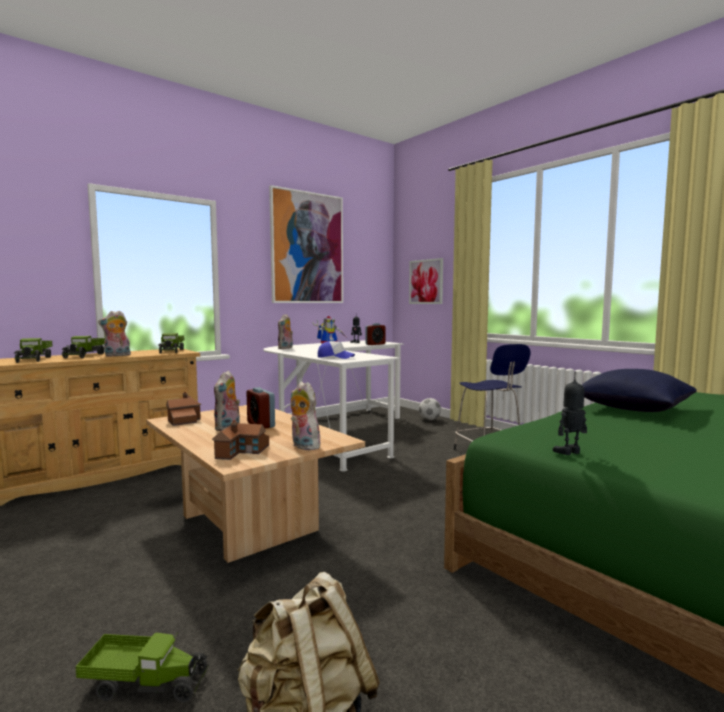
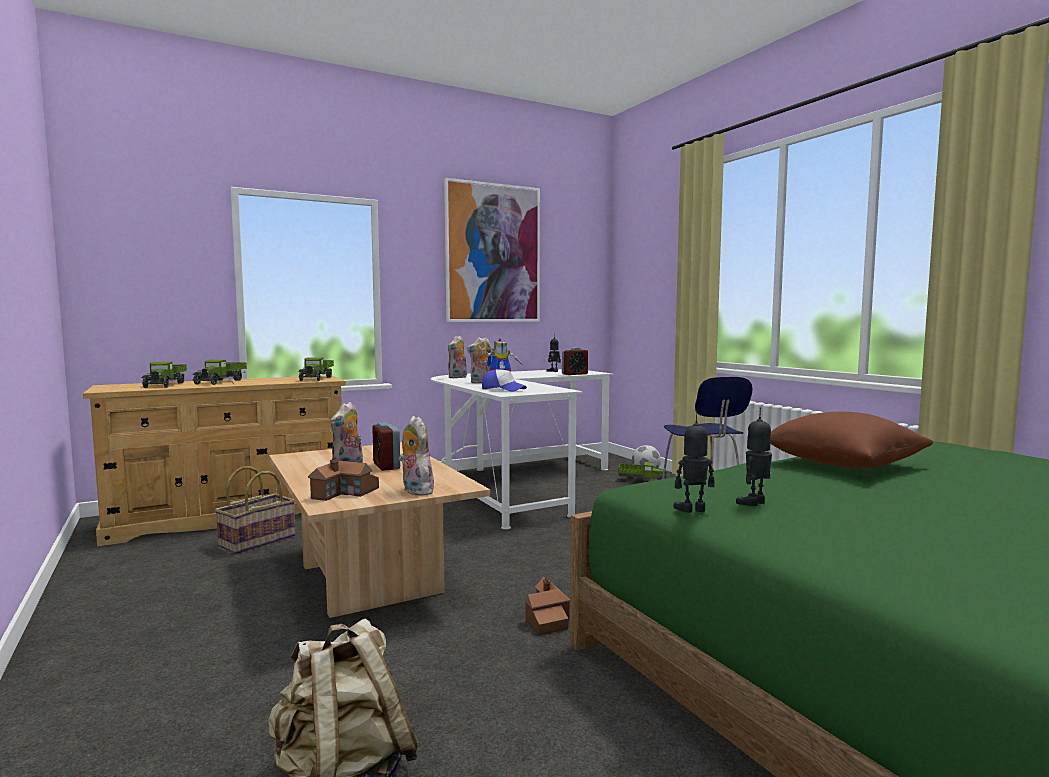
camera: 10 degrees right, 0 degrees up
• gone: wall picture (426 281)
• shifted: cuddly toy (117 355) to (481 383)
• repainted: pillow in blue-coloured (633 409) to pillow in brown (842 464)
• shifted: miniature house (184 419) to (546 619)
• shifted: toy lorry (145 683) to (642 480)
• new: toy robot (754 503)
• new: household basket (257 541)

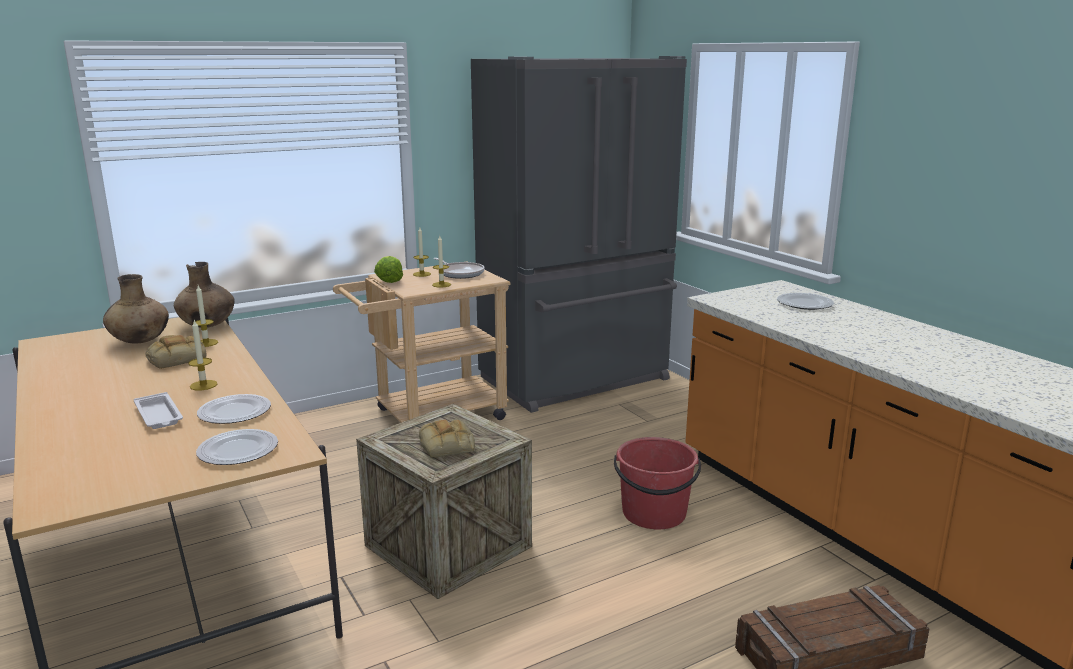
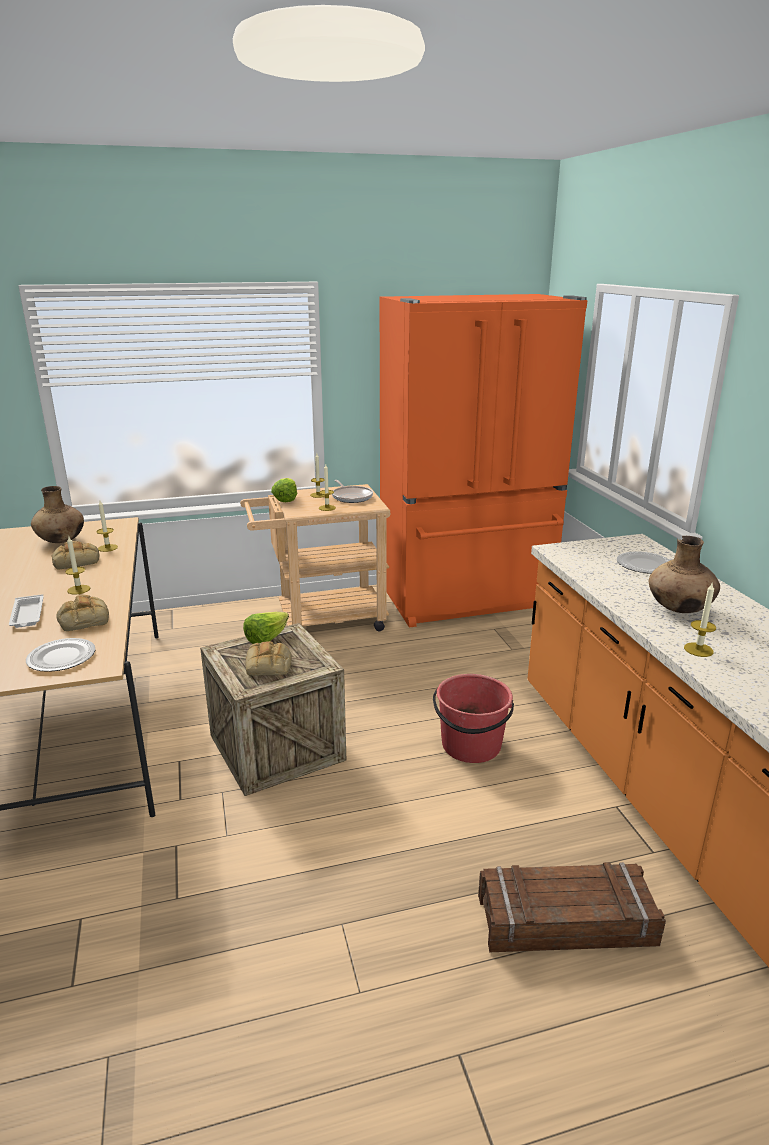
camera: 15 degrees right, 5 degrees up
• repainted: fridge in gray (577 380) to fridge in orangey (467 599)
• shifted: flower vase in brown (208 326) to (679 609)
• swapped: dinner plate (233 412) to bakery bread (83 619)
• new: wax candle (698 649)
• new: head of lettuce (266 639)

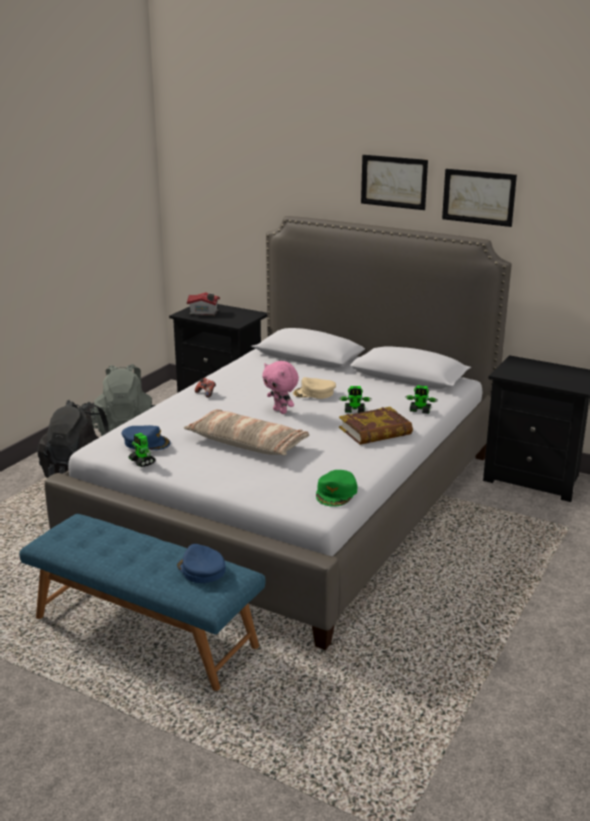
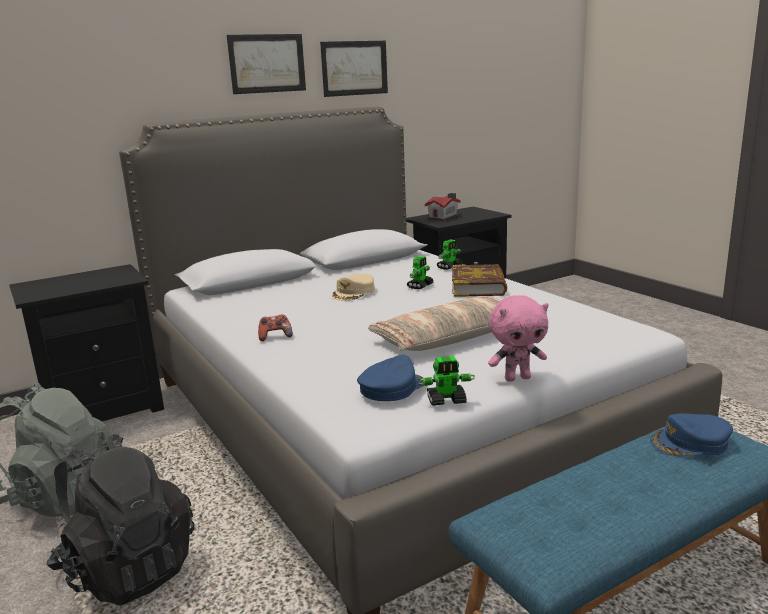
camera: 60 degrees left, 5 degrees down
• shifted: miniature house (204 313) to (444 217)
• shifted: cuddly toy in pinkish (281 411) to (517 378)
• gone: baseball cap in green (336 493)

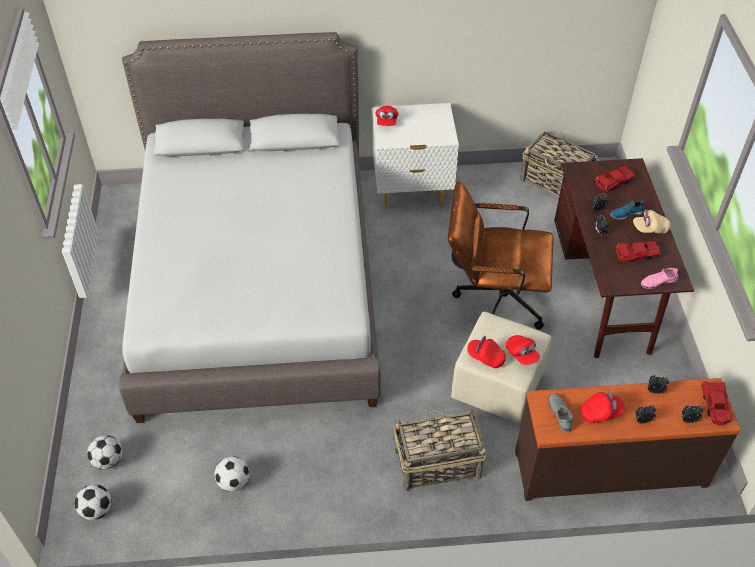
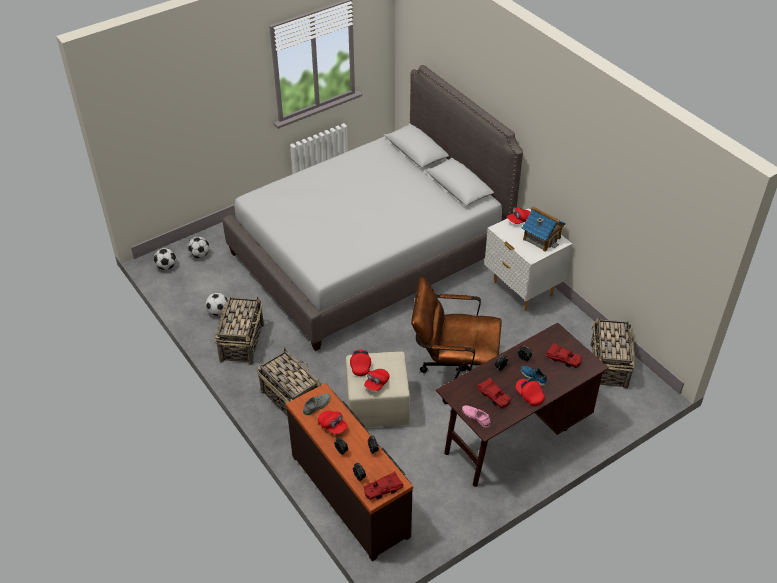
camera: 60 degrees right, 5 degrees down
• rotated: desk chair in brown (492 299) = (453 374) 60 degrees counterclockwise
• repainted: baseball cap in beige-coloured (650 228) to baseball cap in red-coloured (529 395)
• new: miniature house (541 238)
• new: household basket (242 342)

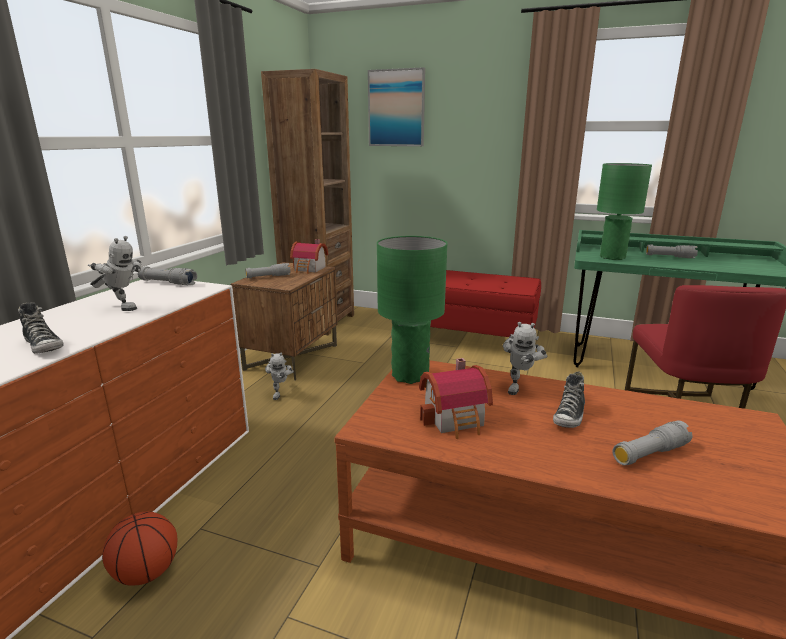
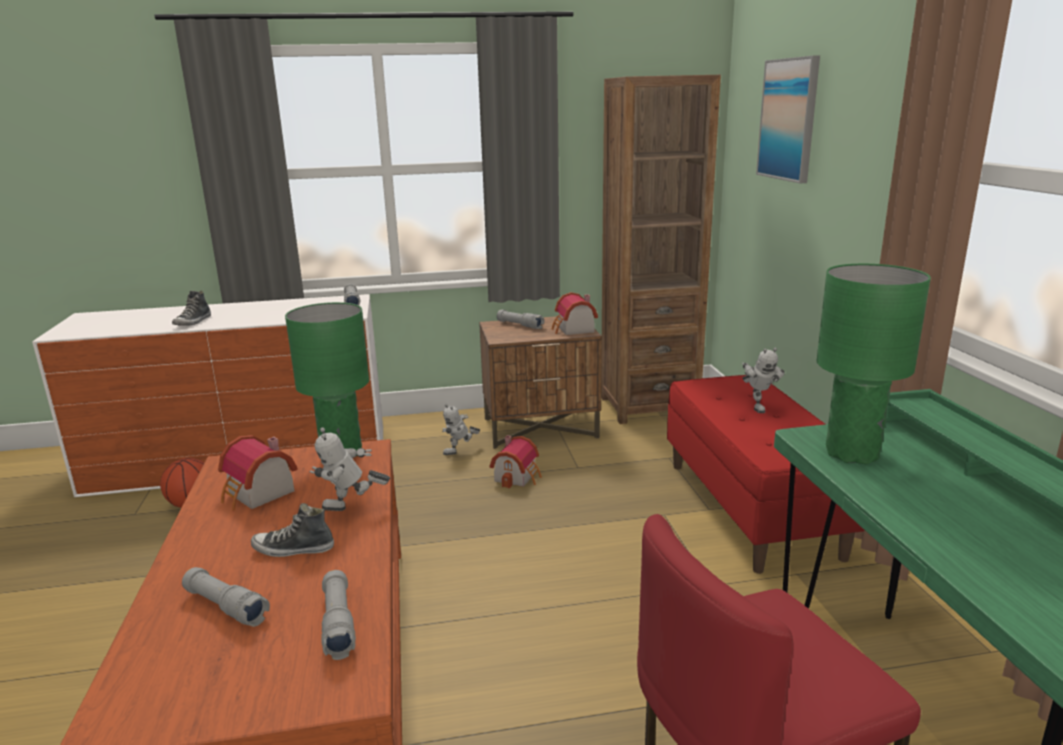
camera: 60 degrees right, 0 degrees up
• shifted: toy robot (122 307) to (757 406)
• shifted: flashlight in gray (669 257) to (338 623)
• new: miniature house (518 476)

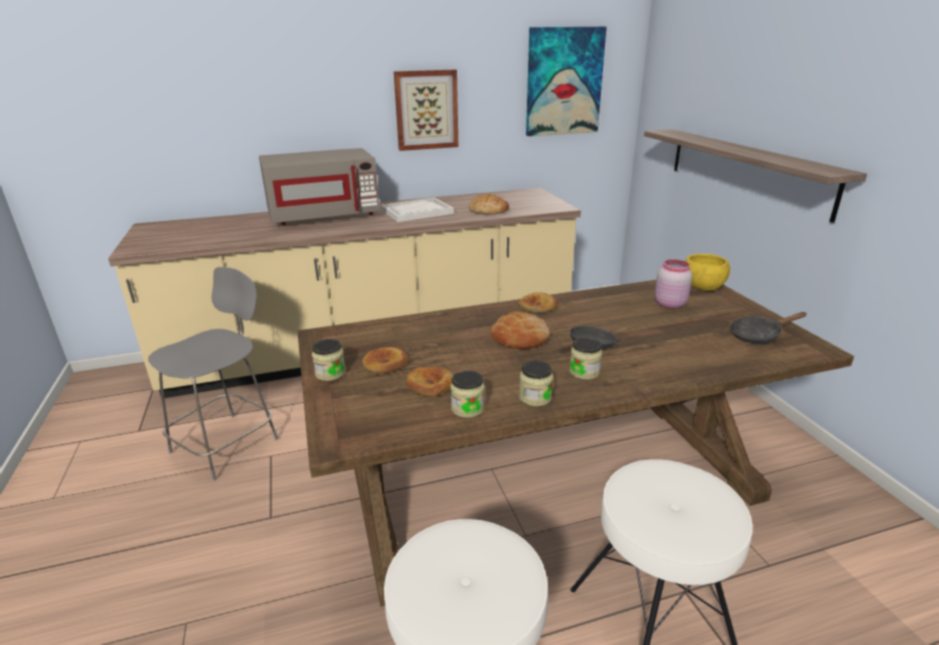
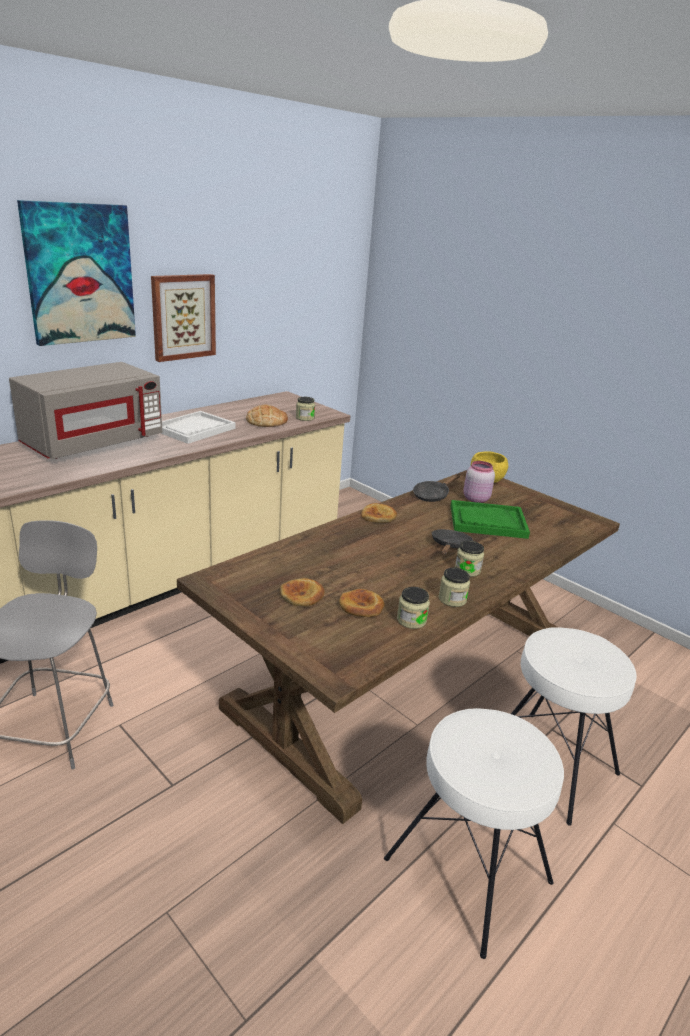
camera: 30 degrees left, 0 degrees up
• shifted: wall picture (564 82) to (80 274)
• gone: wall shelf (746 170)
• gone: bakery bread (520 337)
• shifted: frying pan in blackish (758 335) to (433 495)
• shifted: storage jar (330 373) to (305 418)
• new: serving tray in green (487 521)

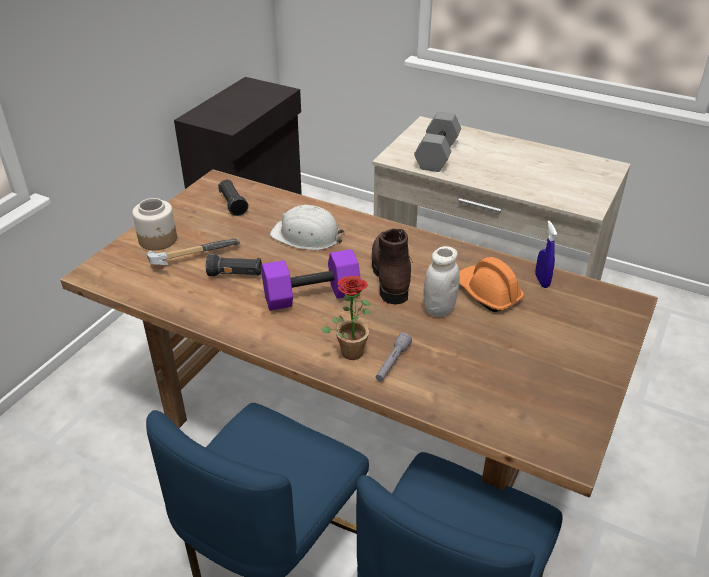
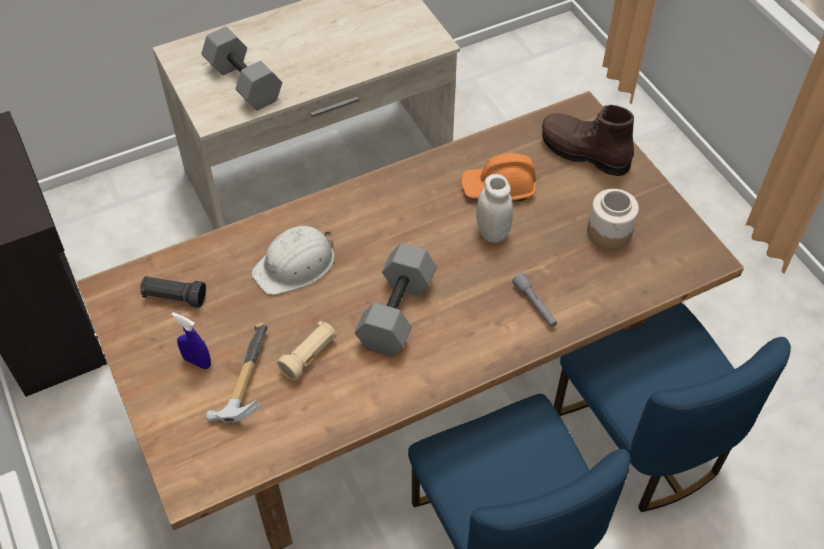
camera: 55 degrees left, 15 degrees up
• shifted: storage jar (158 240) to (609 232)
• shifted: hand sprayer in blue-coloured (542 281) to (197 362)
• shifted: high-top boot in brown (390 275) to (583 152)
• repainted: hand weight in purple-coloured (311 297) to hand weight in gray (398 313)
• repainted: flashlight in blackish (235 275) to flashlight in beige-coloured (309 356)
• gone: potted plant (351 349)

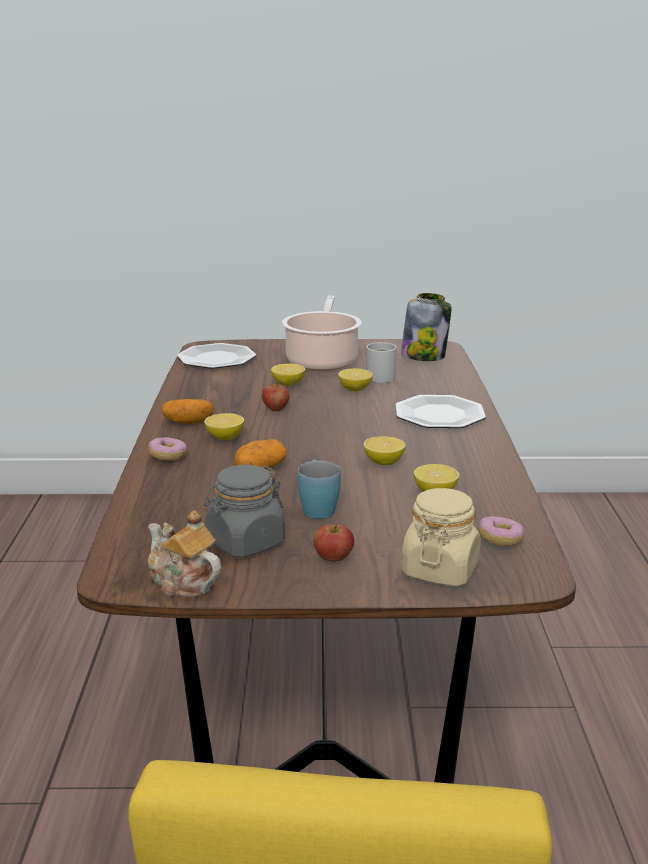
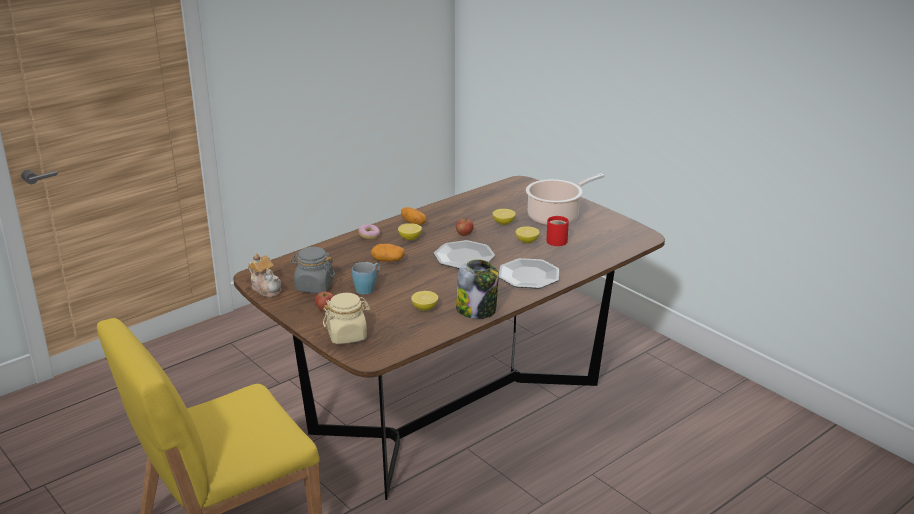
camera: 50 degrees right, 5 degrees up
• shifted: storage jar (424 356) to (477 310)
• repainted: tea mug in white (380 377) to tea mug in red-coloured (558 241)
• shifted: dinner plate (217 359) to (464 257)
• gone: citrus fruit (383 462)
• rotated: teapot (182 582) = (266 288) 135 degrees clockwise
• gone: doughnut (500 540)

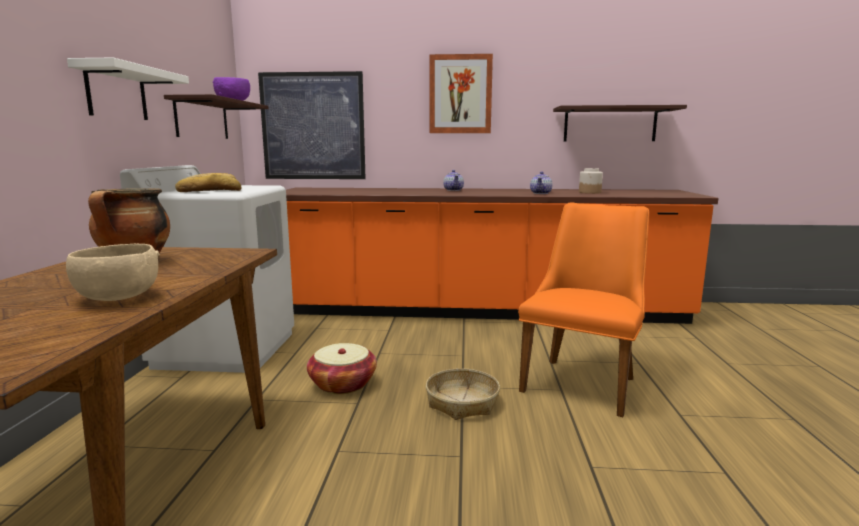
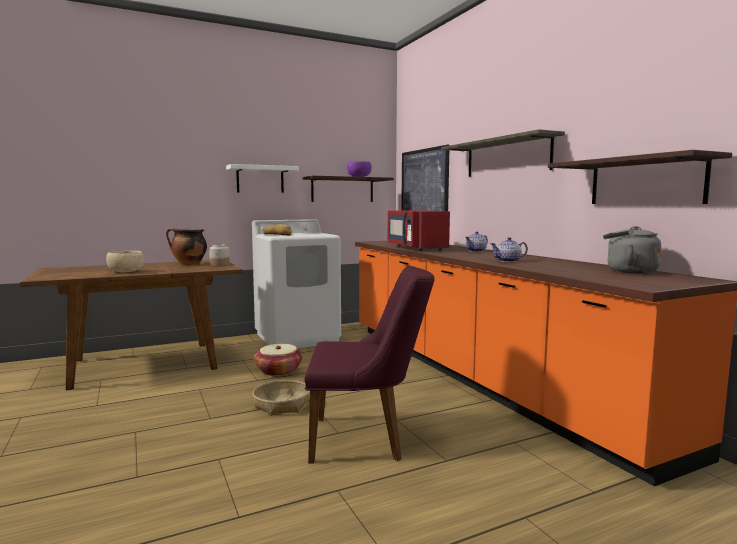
camera: 60 degrees right, 5 degrees down
• swapped: wall picture (460 94) to wall shelf (507 157)
• shifted: storage jar (590 192) to (220 265)
• repainted: chair in orangey (583 380) to chair in purple-coloured (367 439)
• new: kitchen microwave in red-coloured (415 248)
• new: tea kettle in gray (628 271)

